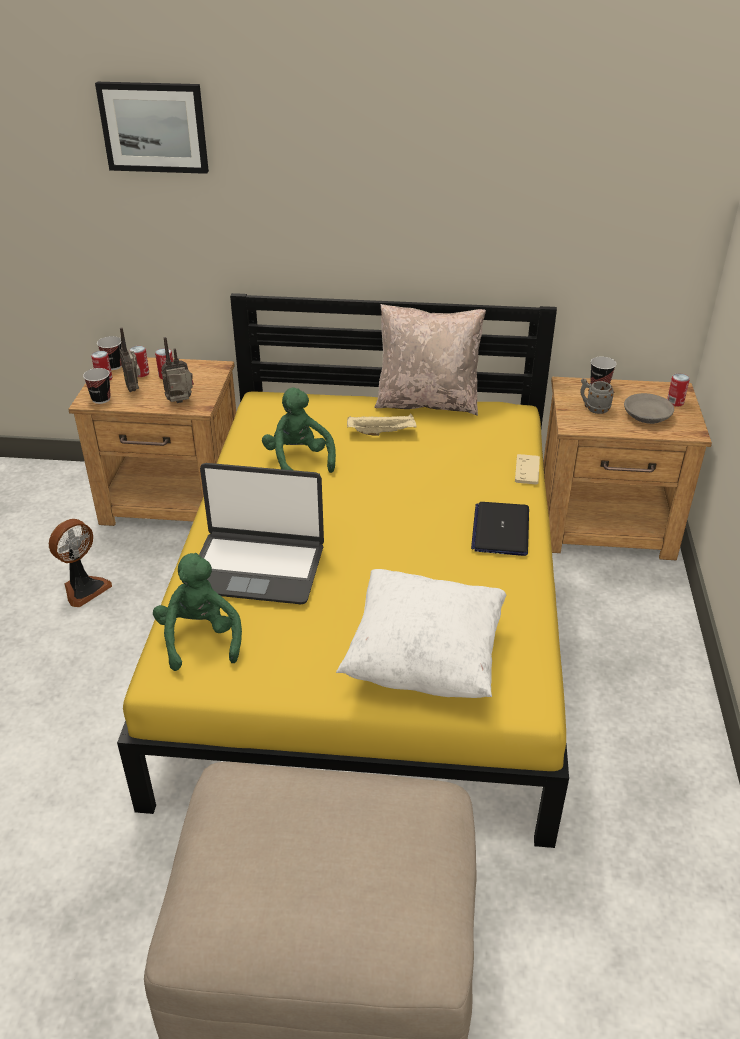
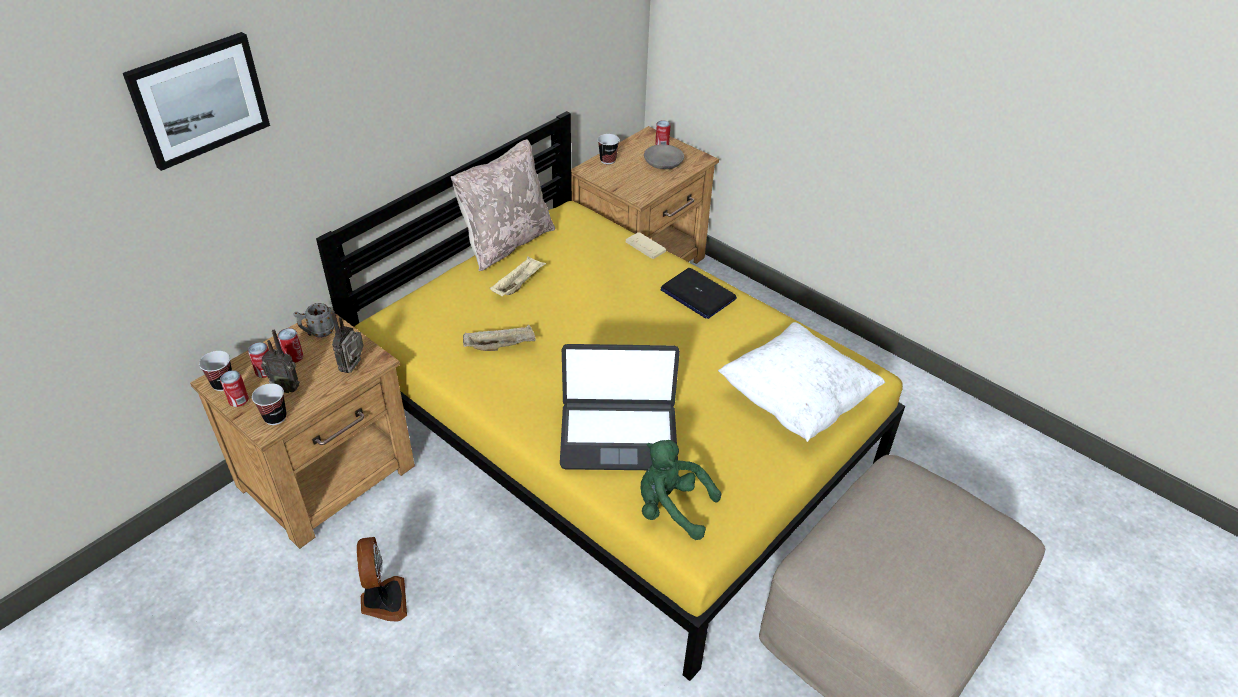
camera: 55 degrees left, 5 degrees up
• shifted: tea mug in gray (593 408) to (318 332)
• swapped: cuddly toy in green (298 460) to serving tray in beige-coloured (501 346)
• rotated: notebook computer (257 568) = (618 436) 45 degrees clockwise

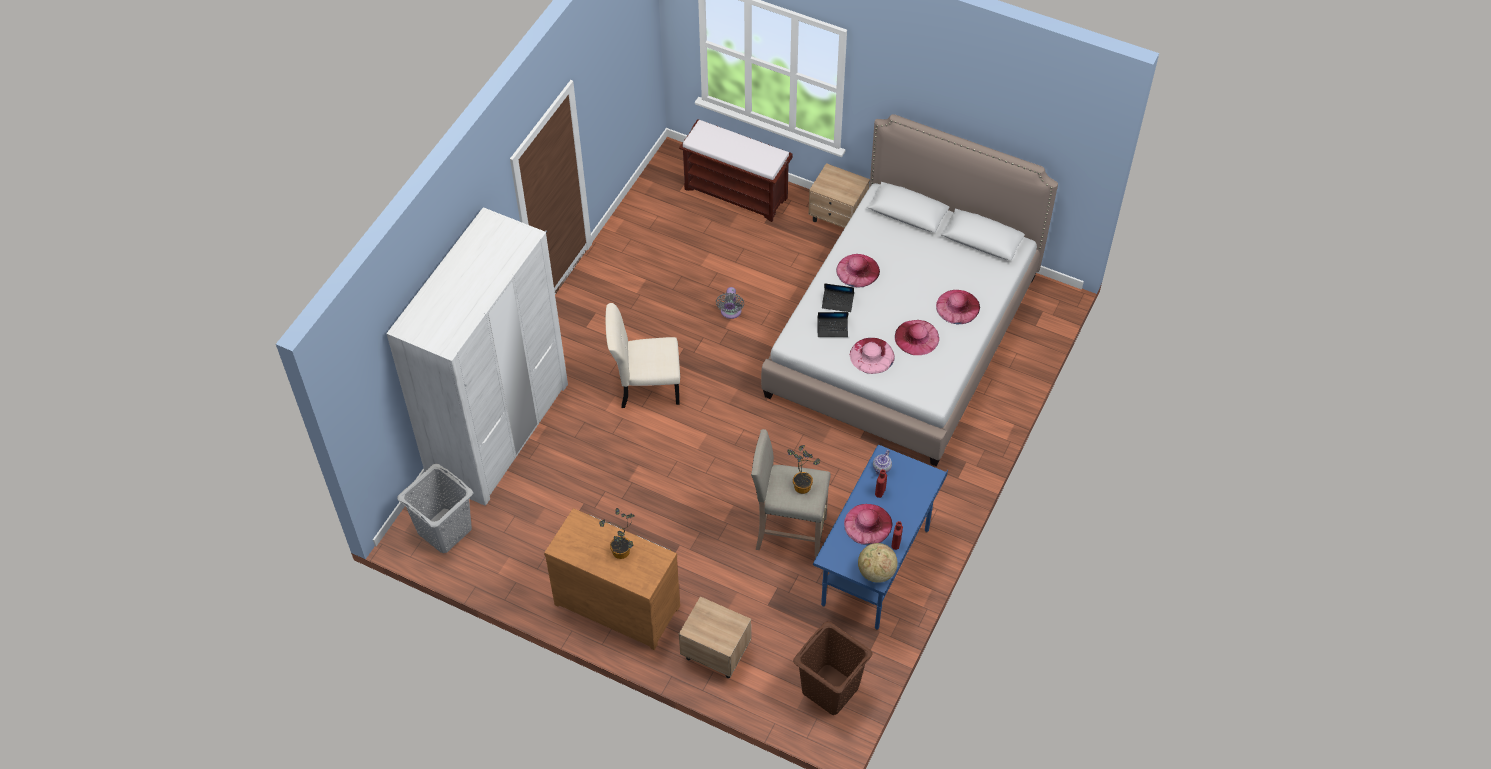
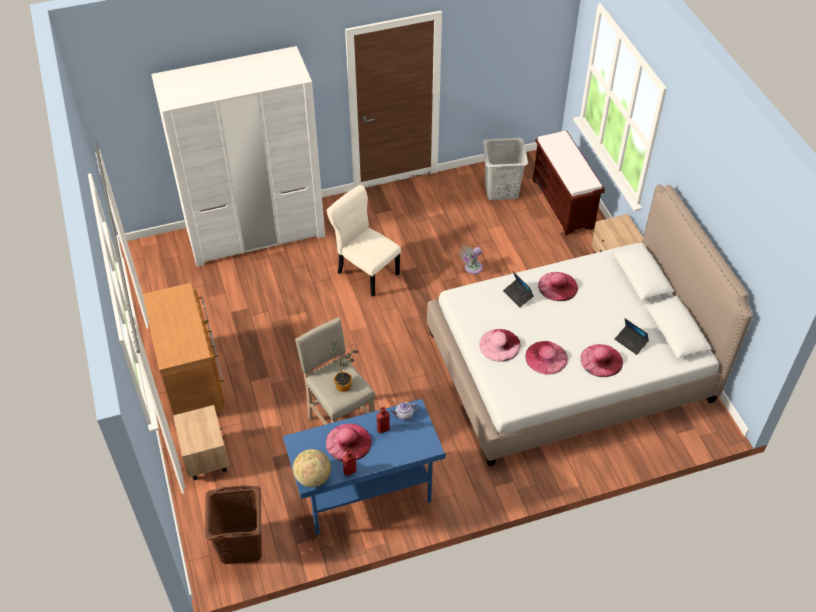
camera: 45 degrees right, 5 degrees down
• shifted: notebook computer (832 329) to (631 342)
• shifted: washing basket in gray (444 530) to (501 189)
• gone: potted plant (622 553)

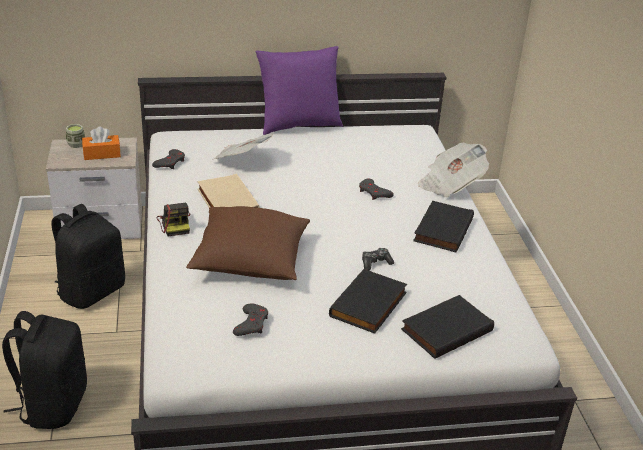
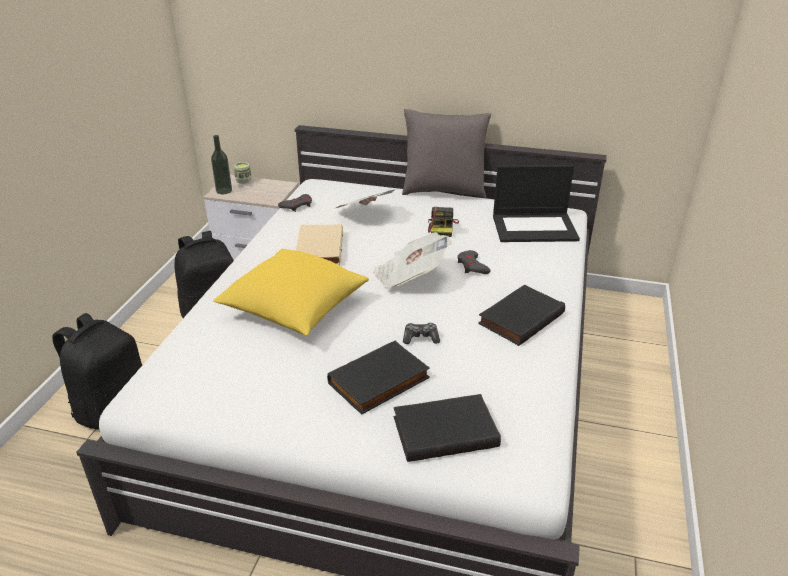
camera: 25 degrees right, 0 degrees up
• repainted: pillow in purple-coloured (299 125) to pillow in gray (443 191)
• gone: tissue box in orangey (102 154)
• shifted: newspaper (450 185) to (410 277)
• shifted: photo camera (175 224) to (442 228)
• repainted: pillow in brown (250 261) to pillow in yellow (294 309)
• gone: game controller in gray (251 324)
• new: drink bottle (224 191)
• new: notebook computer (535 227)

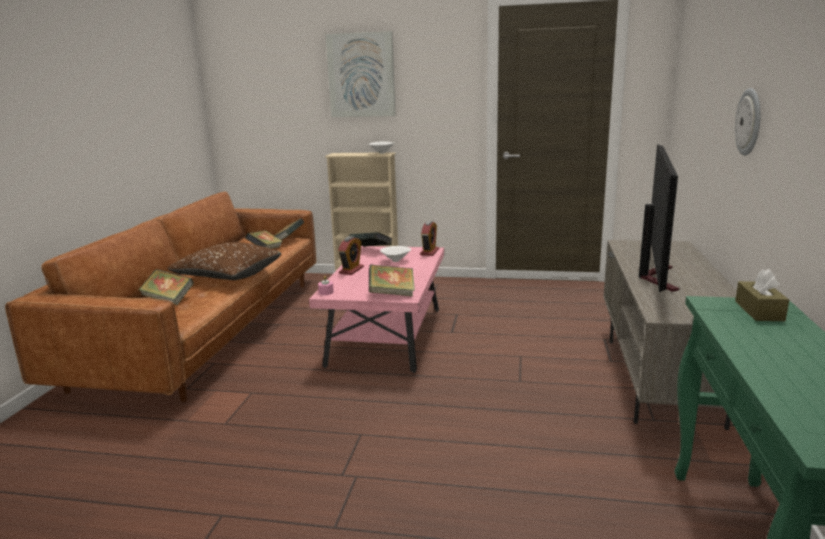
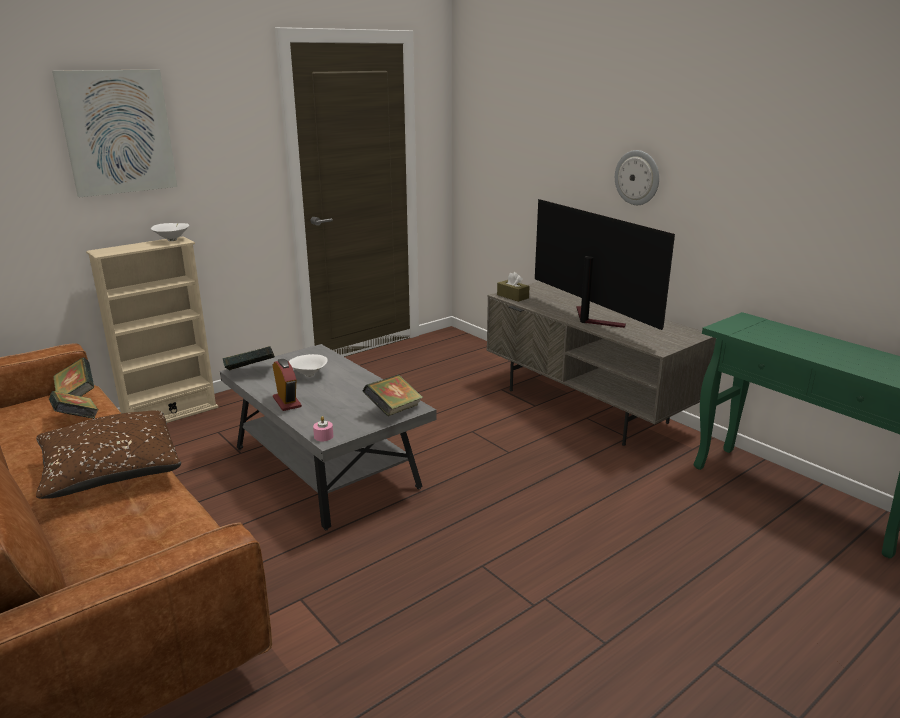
camera: 50 degrees left, 5 degrees up
• gone: table clock (429 252)
• repainted: low table in pinkish (387 337) to low table in gray (326 468)
• gone: book (168 300)
• shifted: tissue box in brown (759 311) to (512 296)

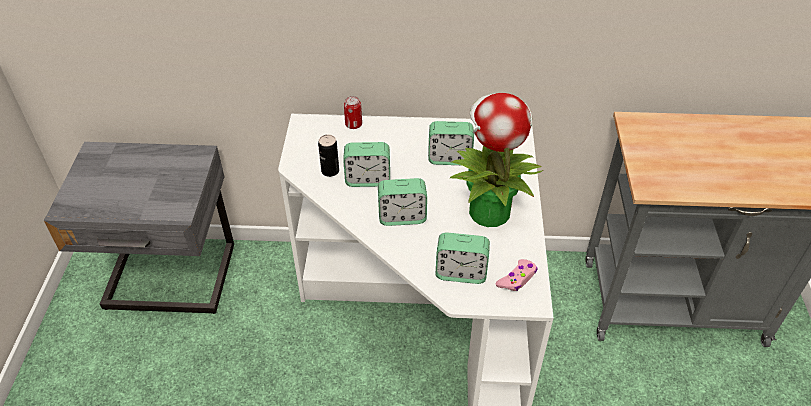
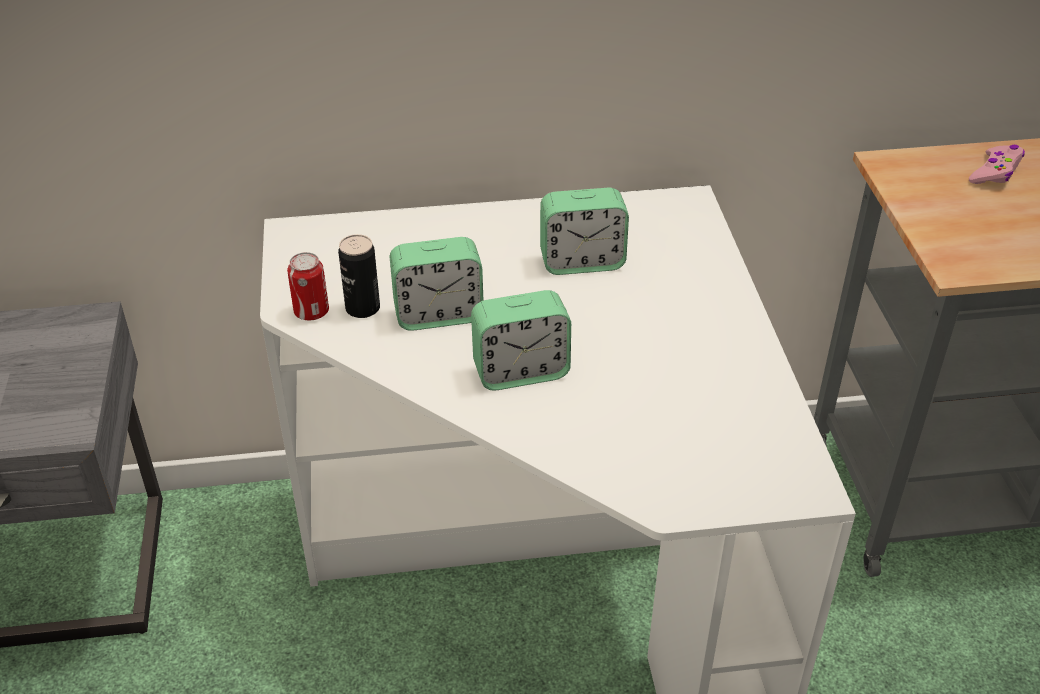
camera: 10 degrees left, 5 degrees down
• gone: potted plant (488 210)
• shifted: sealed can (353 125) to (311 312)
• gone: table clock (461 273)
• shifted: game controller in pinkish (517 279) to (995 172)

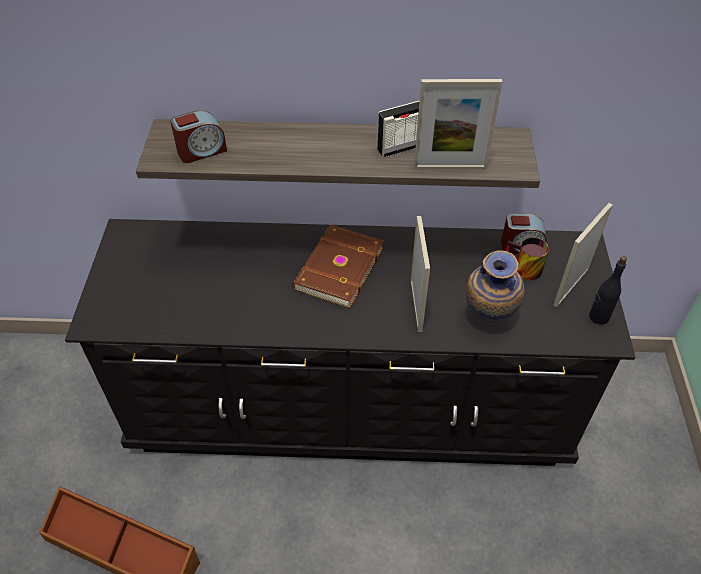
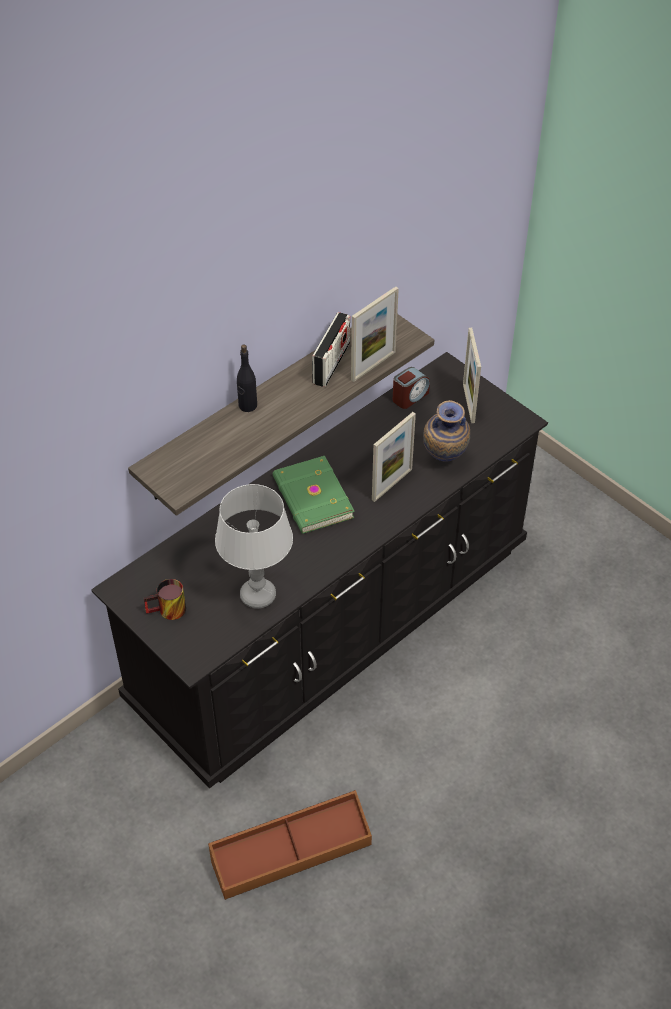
camera: 45 degrees left, 0 degrees up
• gone: table clock (201 151)
• rotated: picture frame (416 305) = (392 484) 90 degrees clockwise
• repainted: book in brown (337 268) to book in green (311 498)
• shifted: tea mug (522 269) to (168 612)
• shifted: drink bottle in blackish (598 317) to (247 406)
• new: lamp for a table in gray (257 595)

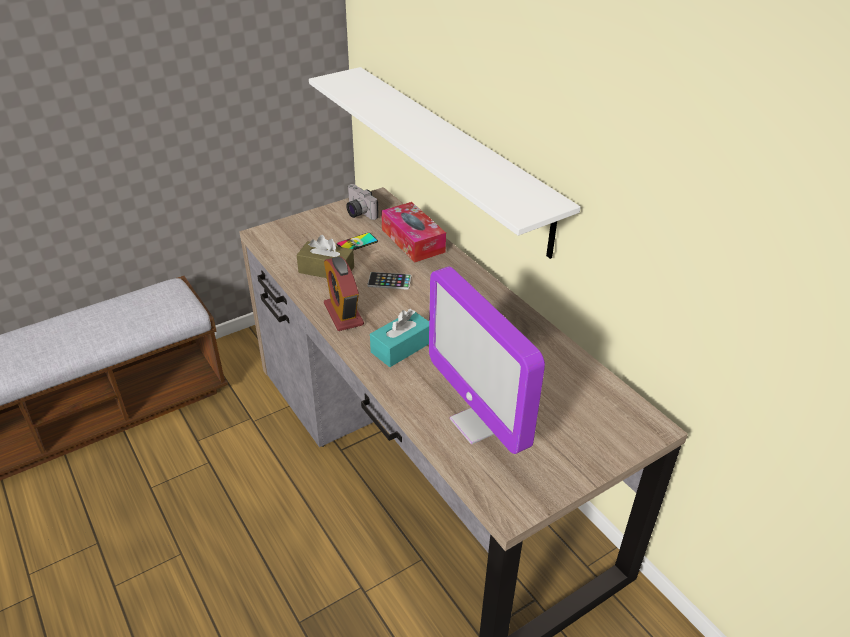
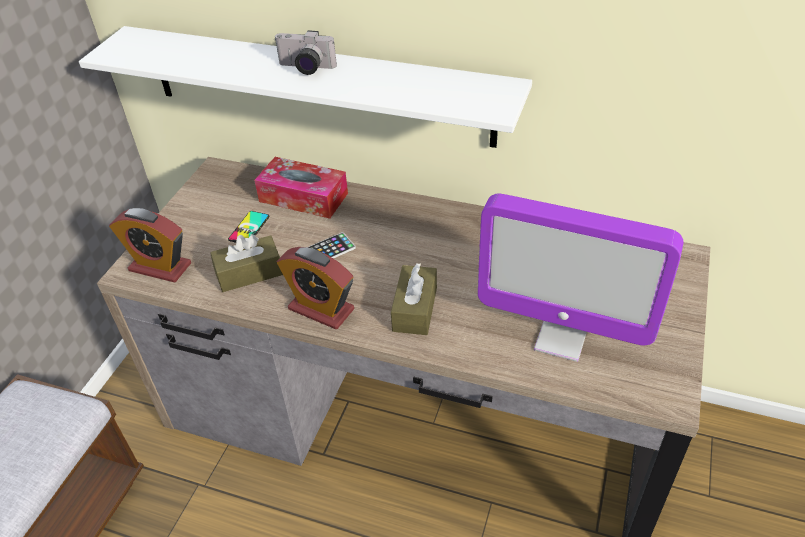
camera: 35 degrees left, 5 degrees up
• shifted: photo camera (358 212) to (305 68)
• repainted: tissue box in blue-green (401 347) to tissue box in brown (415 309)
• new: table clock (160 267)

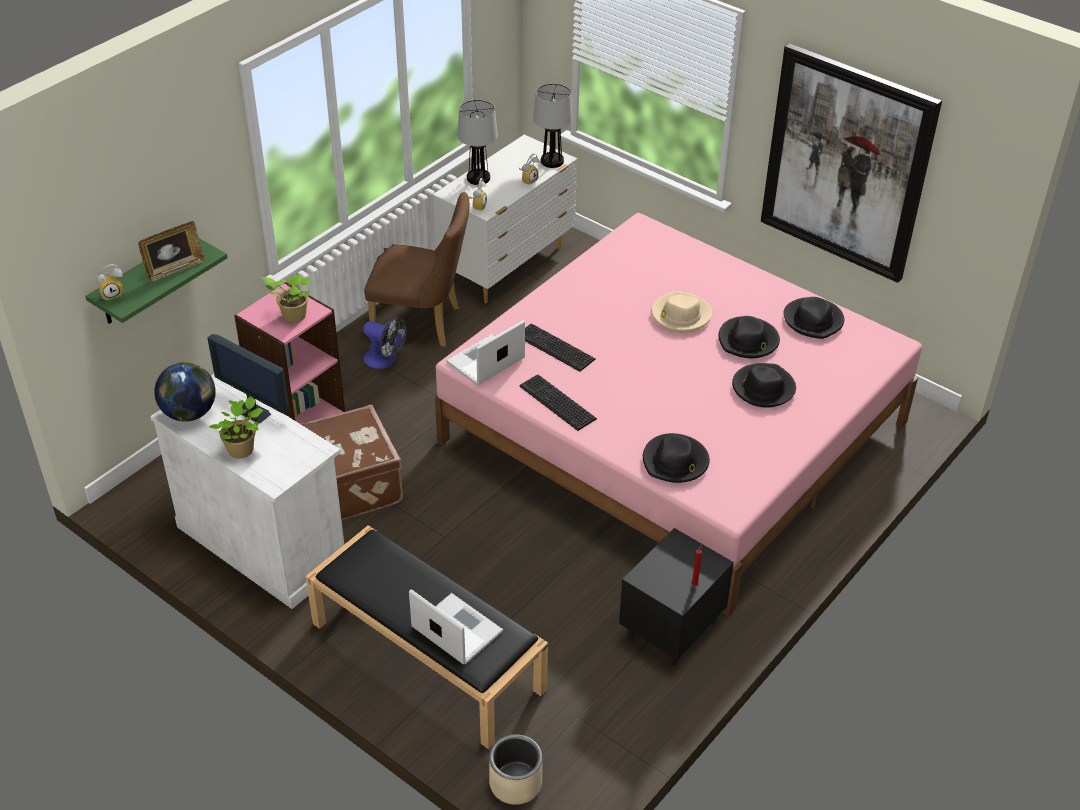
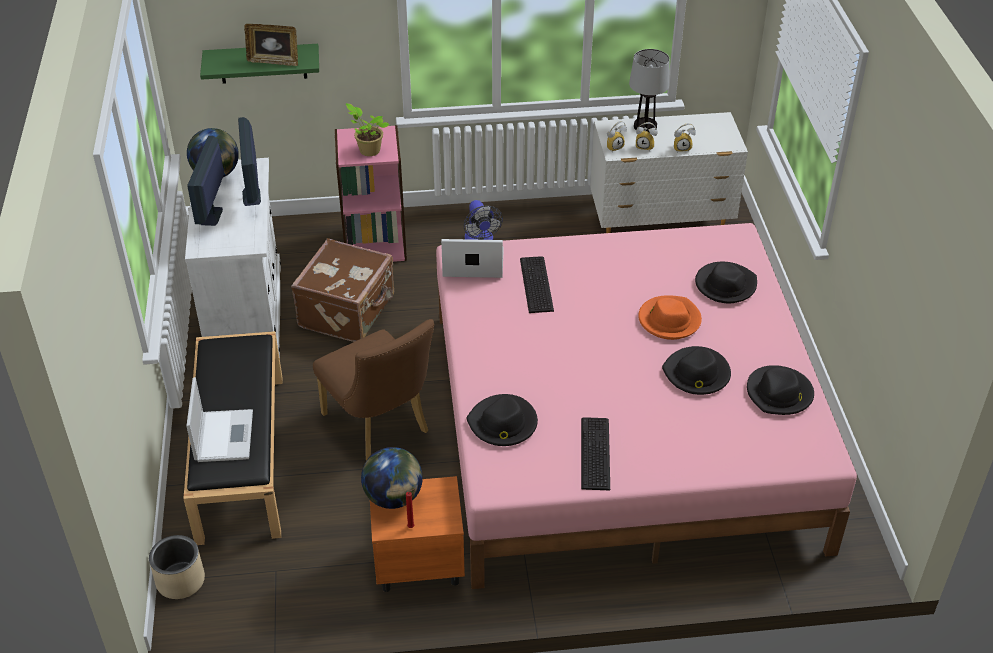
camera: 45 degrees right, 0 degrees up
• gone: wall picture (846 163)
• gone: lamp for a table (551 161)
• shifted: chair in brown (423 324) to (380 427)
• shifted: table clock (112 294) to (645 146)
• repainted: hat in beige-coloured (680 315) to hat in orangey (669 320)
• shifted: hat in blackish (763 388) to (725 285)
• shifted: computer keyboard (557 403) to (593 454)
• swapped: potted plant (243 450) to monitor (211 216)
• repainted: night table in blackish (670 629) to night table in orangey (417 564)
• new: world globe (393 497)

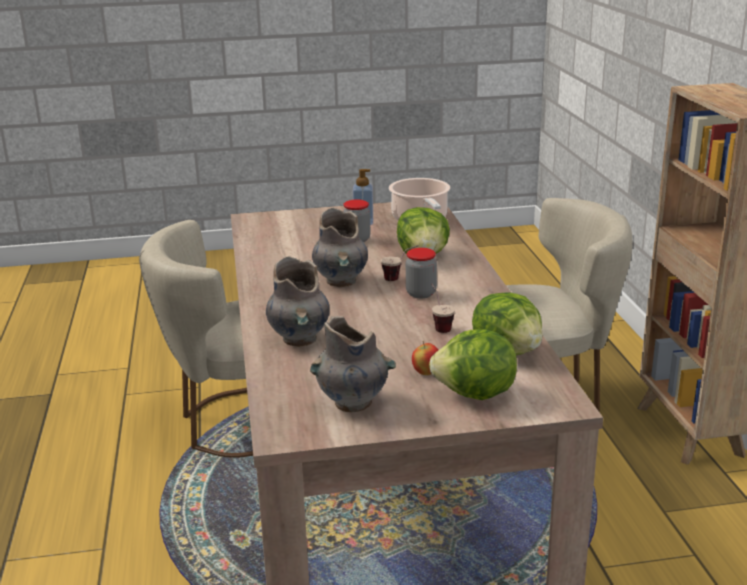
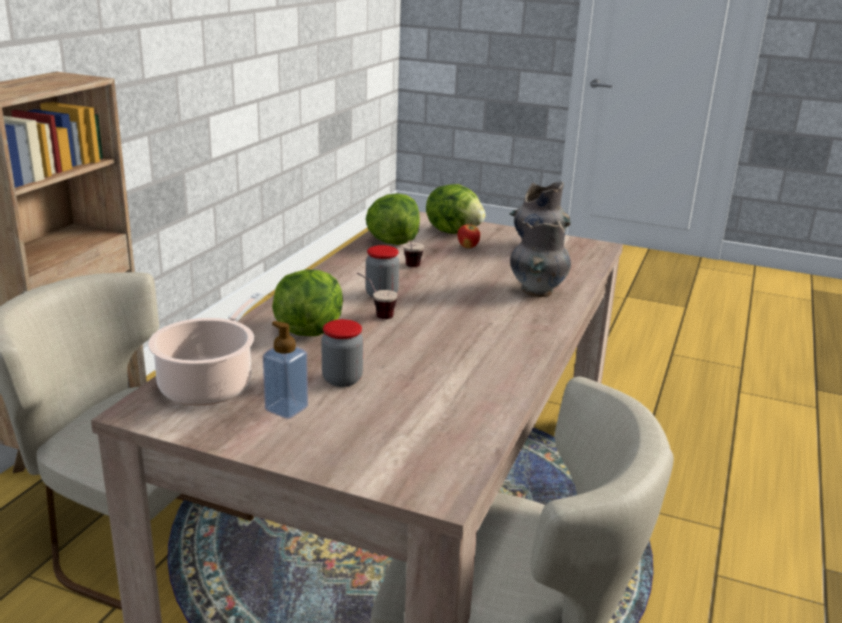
camera: 150 degrees left, 0 degrees up
• gone: flower vase in gray (341 282)

